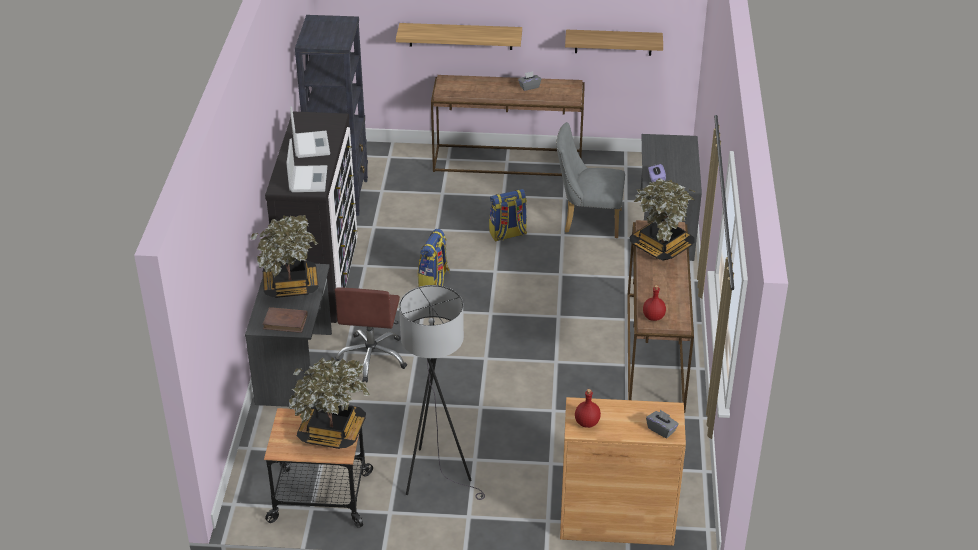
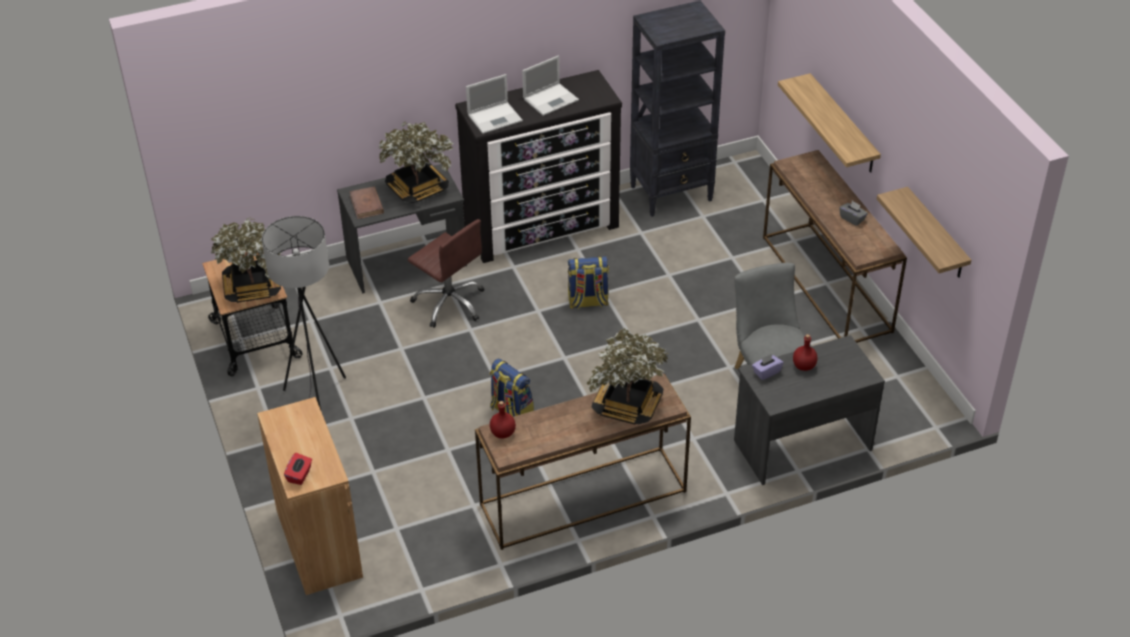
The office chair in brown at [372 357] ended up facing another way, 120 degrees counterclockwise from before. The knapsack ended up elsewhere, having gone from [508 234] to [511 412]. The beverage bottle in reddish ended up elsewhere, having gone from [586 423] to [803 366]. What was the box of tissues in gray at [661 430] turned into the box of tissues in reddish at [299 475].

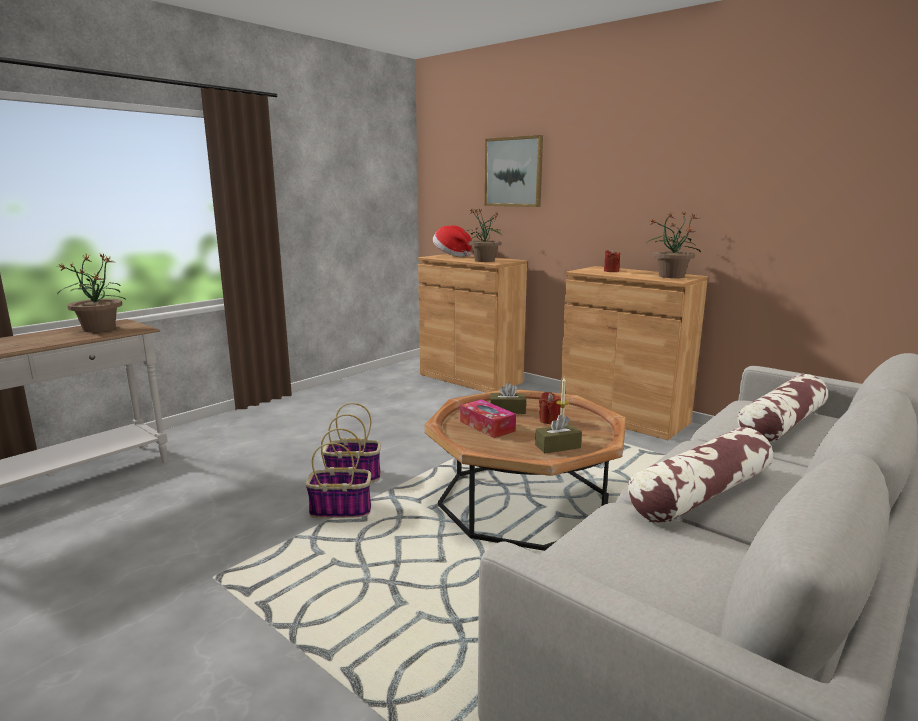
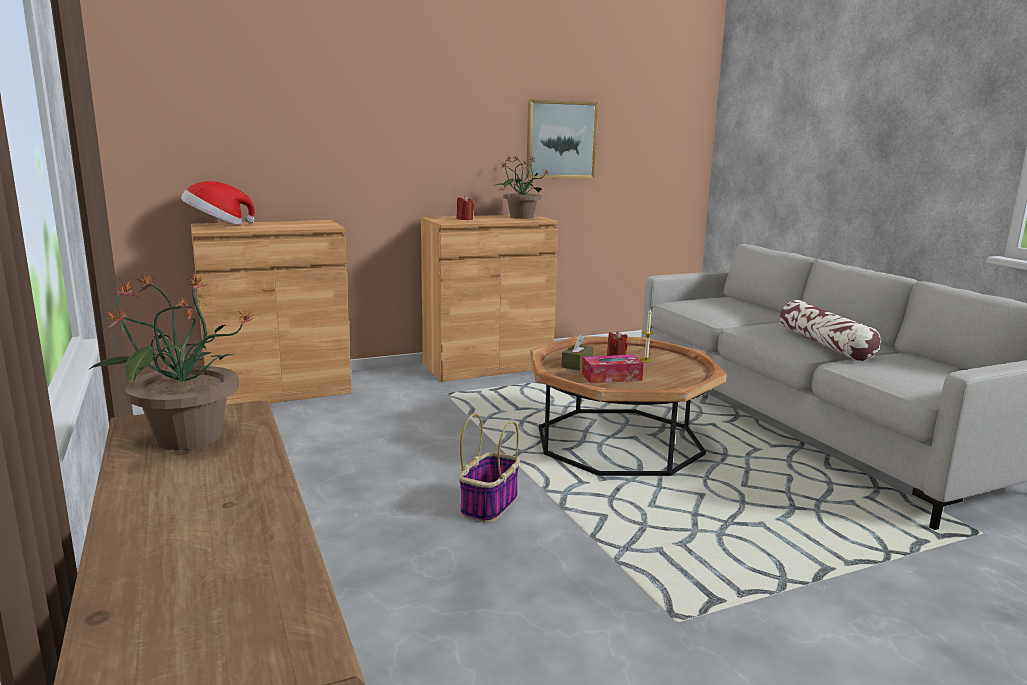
The second view lost the household basket at [342 509]. The second view lost the houseplant at [484 261]. The wall art ended up elsewhere, having gone from [514 172] to [560 140]. The second view lost the box of tissues in brown at [557 446]. The second view lost the throw pillow at [782 424].

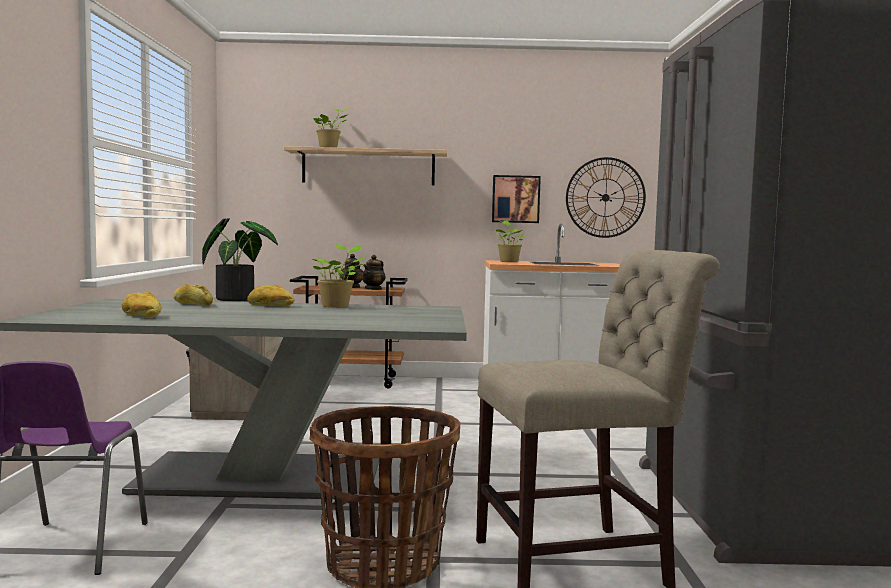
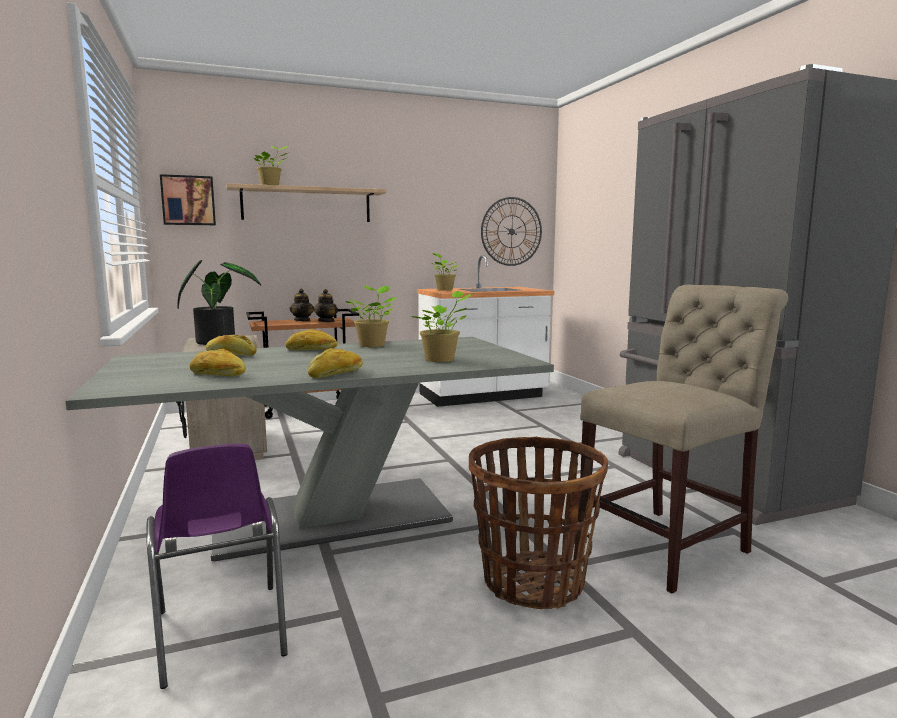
The wall art ended up elsewhere, having gone from [515 199] to [188 200]. The second view gained the baked bread at [336 374]. The second view gained the houseplant at [442 360].

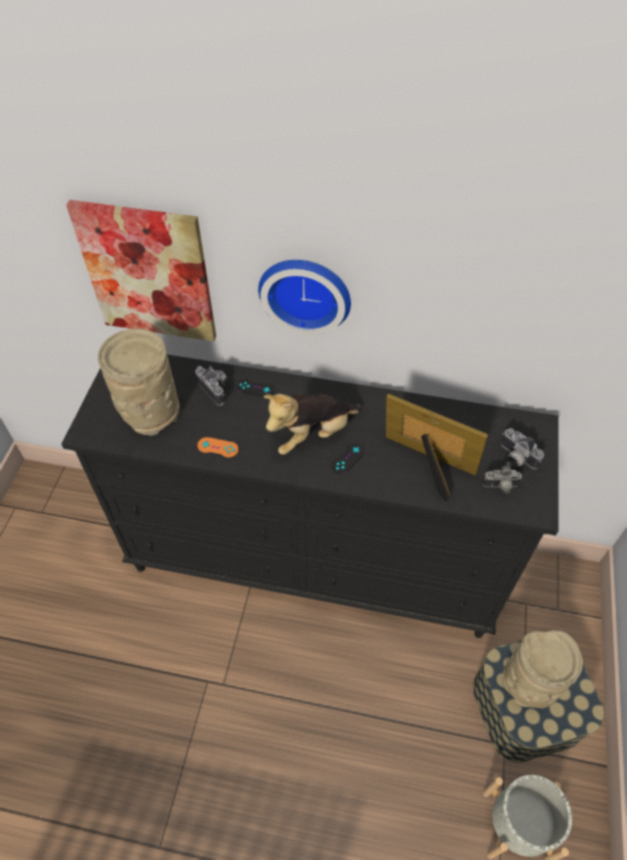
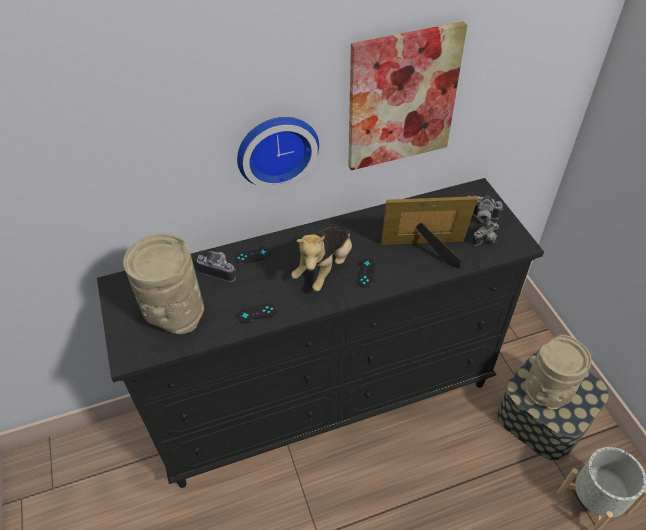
The wall art ended up elsewhere, having gone from [148 272] to [402 98]. What was the gamepad in orange at [218 447] turned into the gamepad in black-coloured at [257 313].

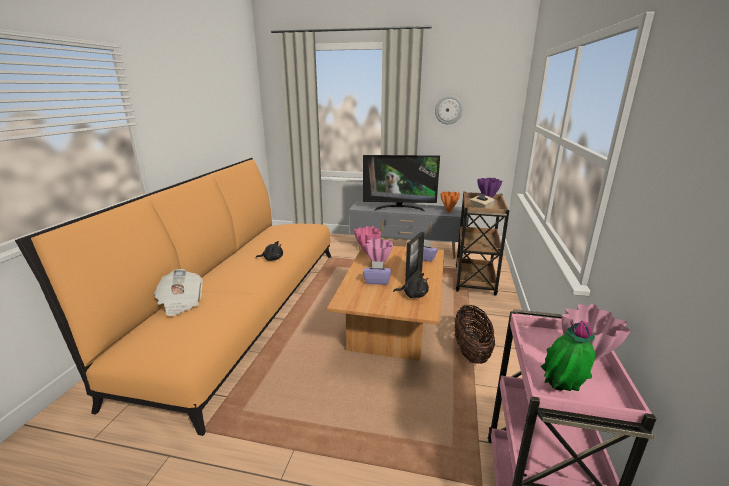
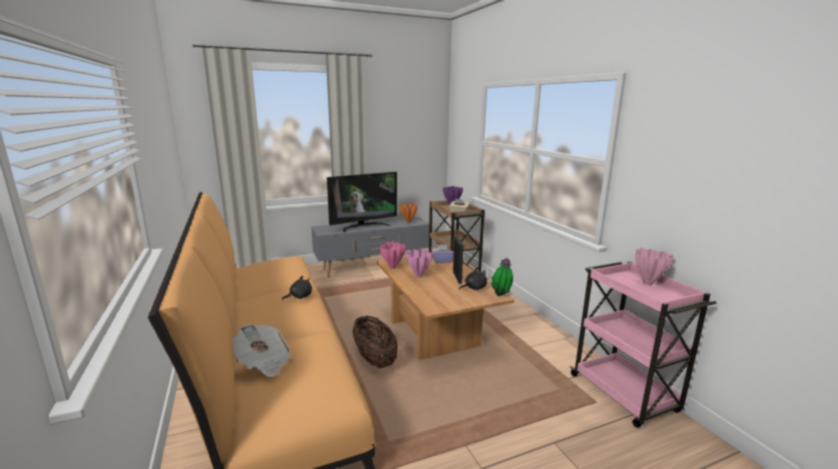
The second view lost the box of tissues in purplish at [377 281]. The second view lost the wall clock at [448 110]. The household basket ended up elsewhere, having gone from [471 351] to [374 359]. The houseplant ended up elsewhere, having gone from [561 391] to [501 296].

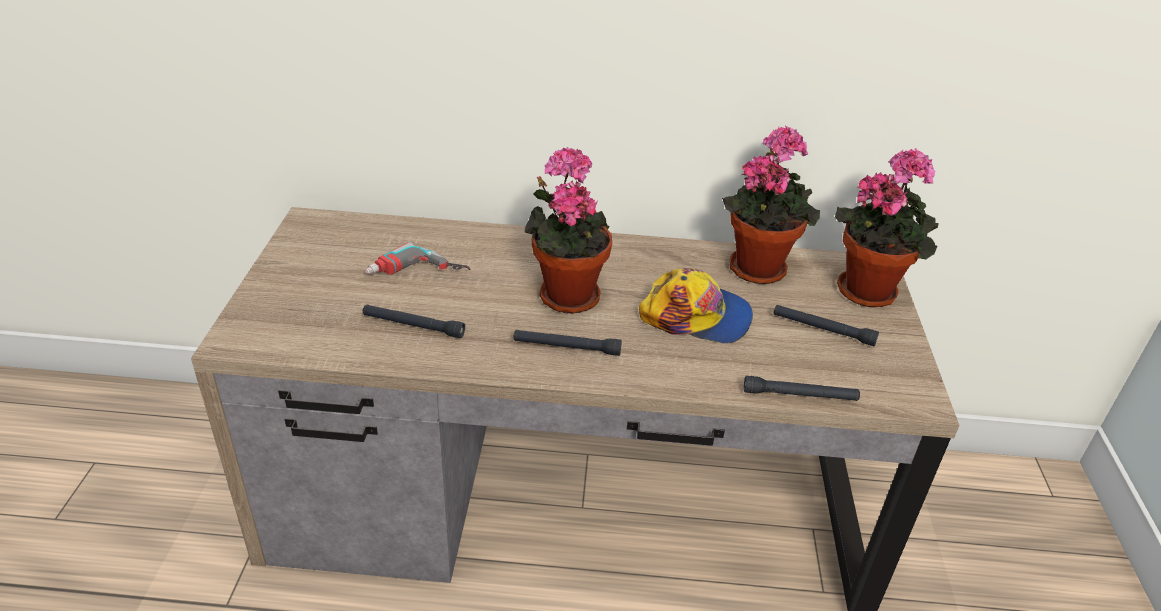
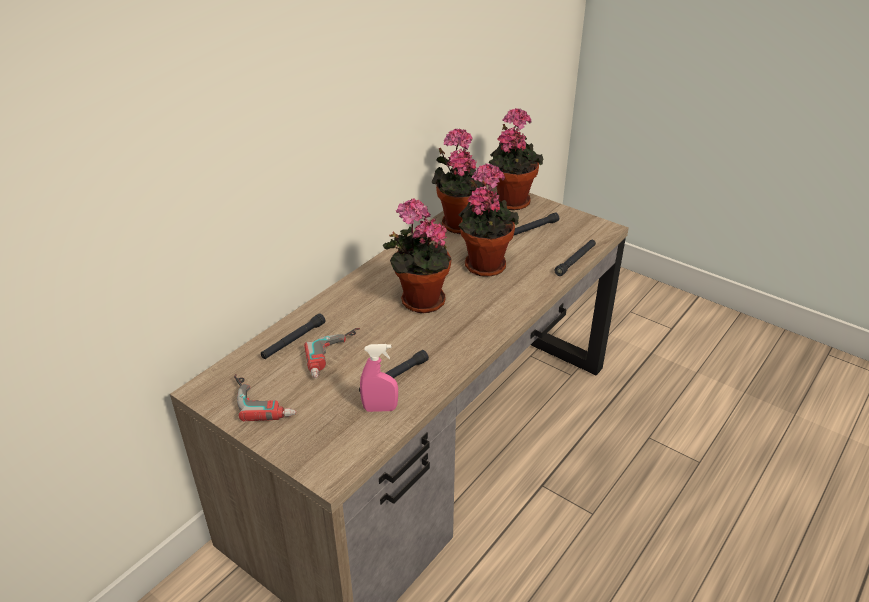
The hand torch in black-coloured ended up elsewhere, having gone from [566 347] to [293 341]. Where the peaked cap stood at [696 316], the houseplant came to stand at [484 263]. The second view gained the drill at [265 399]. The second view gained the spray bottle in pink-coloured at [380 408].

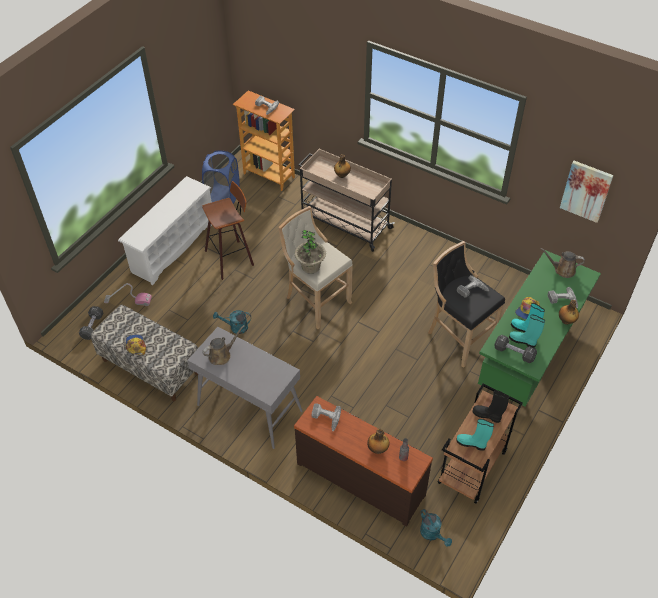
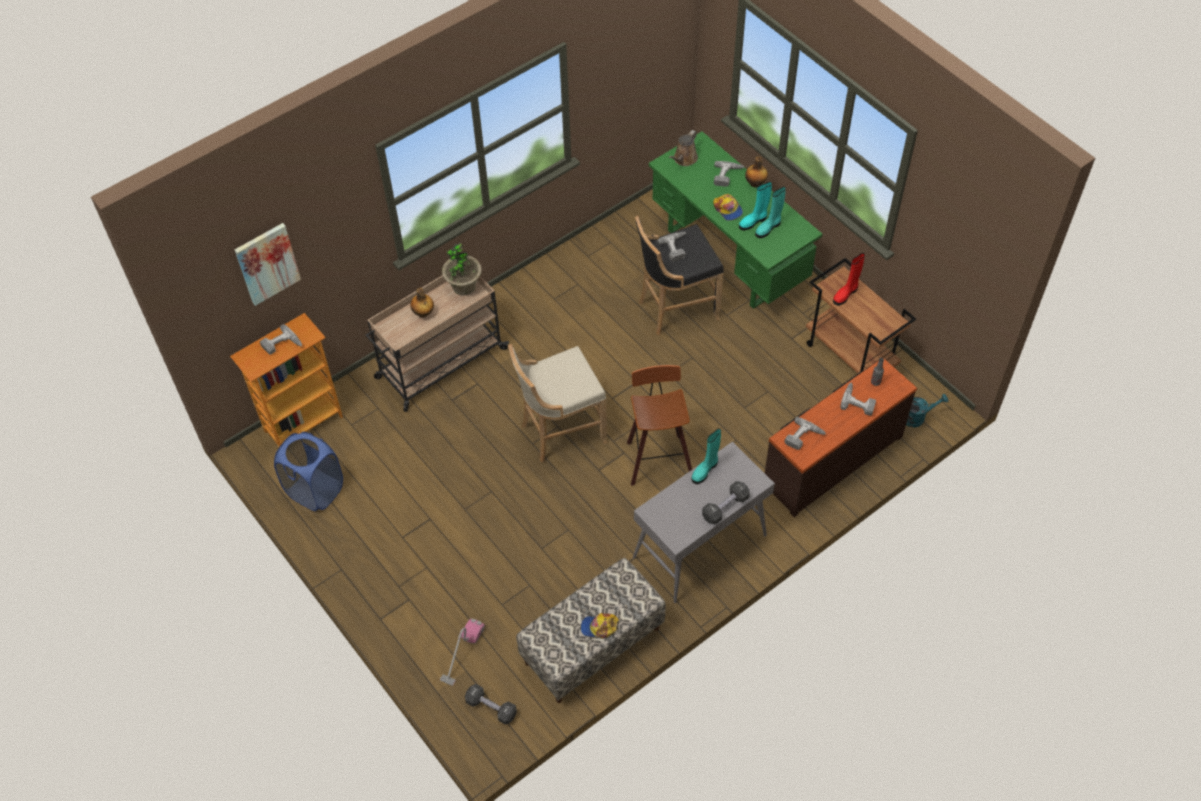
The second view lost the shoe stand in white-coloured at [172 247]. The stool ended up elsewhere, having gone from [231 258] to [657 458]. The second view lost the sprinkling can in brown at [221 355]. The second view lost the sprinkling can in turquoise-coloured at [235 327]. The houseplant ended up elsewhere, having gone from [310 267] to [464 286]. Where the beverage bottle stood at [378 449], the drill came to stand at [858 401]. The high-top boot in turquoise-coloured ended up elsewhere, having gone from [472 443] to [705 470]. What was the high-top boot in black-coloured at [487 415] turned into the high-top boot in reddish at [846 294]. The hand weight in black-coloured ended up elsewhere, having gone from [514 353] to [725 507]. The wall art ended up elsewhere, having gone from [586 191] to [267 263].

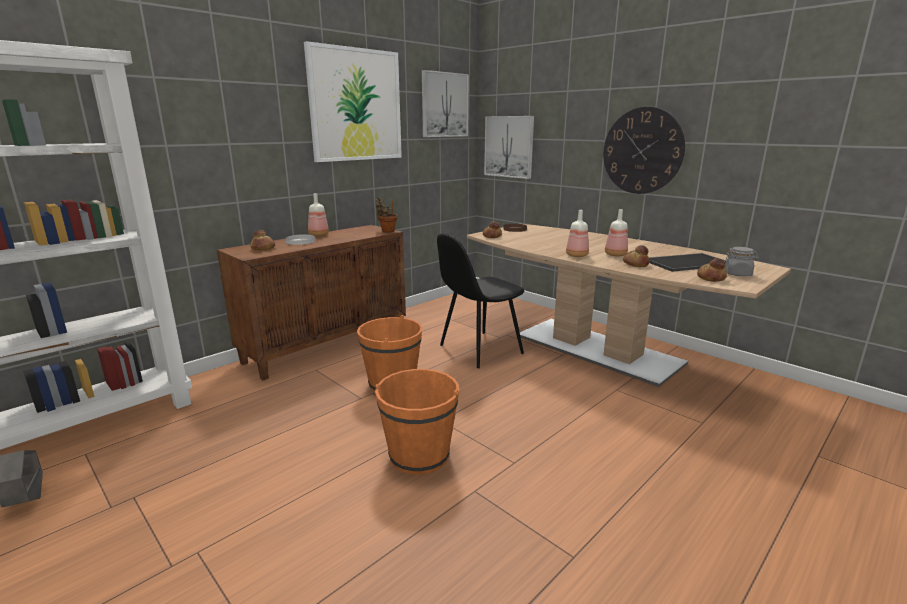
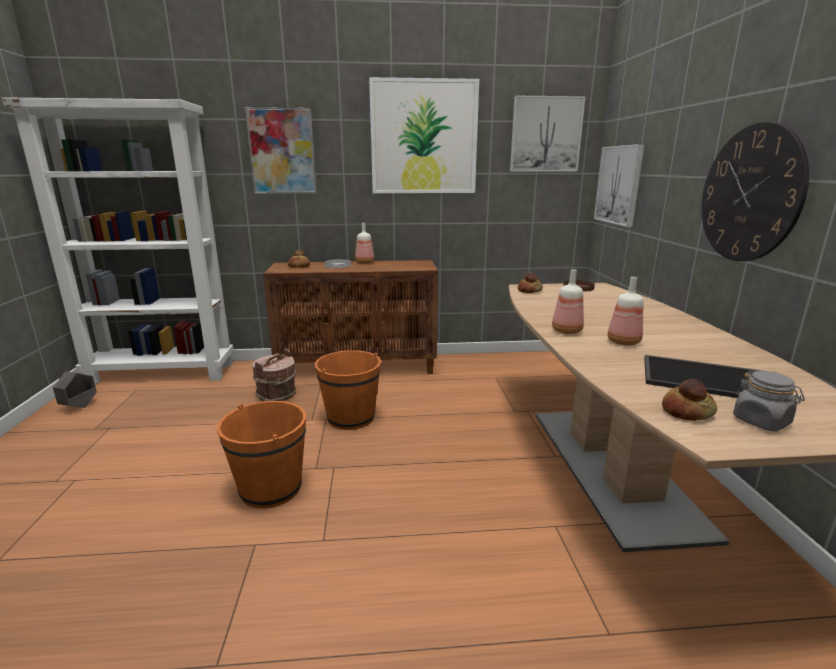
The second view lost the houseplant at [386 231]. The second view lost the plain chair in black-coloured at [479 350]. The second view lost the baked bread at [636 264]. The second view gained the wall art at [282 151]. The second view gained the water bucket in brown at [277 395].

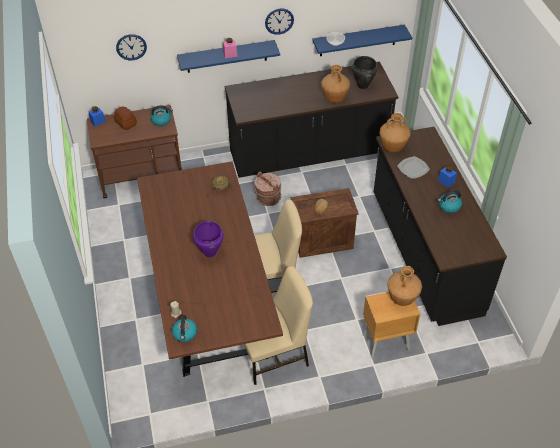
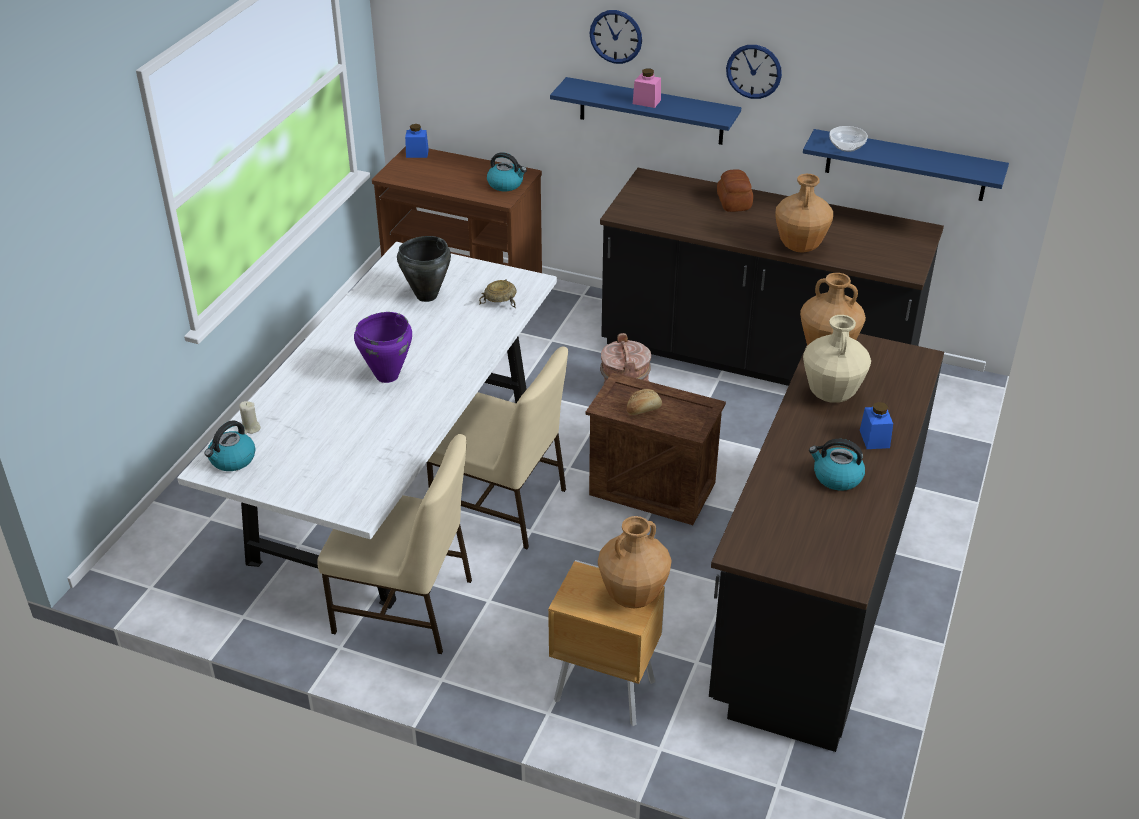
The baked bread ended up elsewhere, having gone from [125 123] to [733 202]. The wall clock ended up elsewhere, having gone from [131 47] to [616 36]. What was the dining table in brown at [209 296] turned into the dining table in white-coloured at [395 478]. The cooking pot in black-coloured ended up elsewhere, having gone from [362 85] to [426 296]. Where the plate stood at [413 168], the decorative vase in beige came to stand at [831 394].

